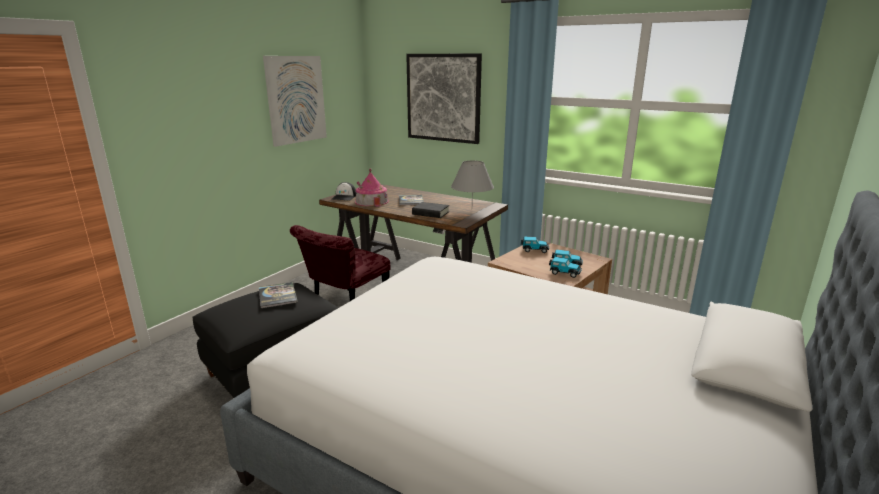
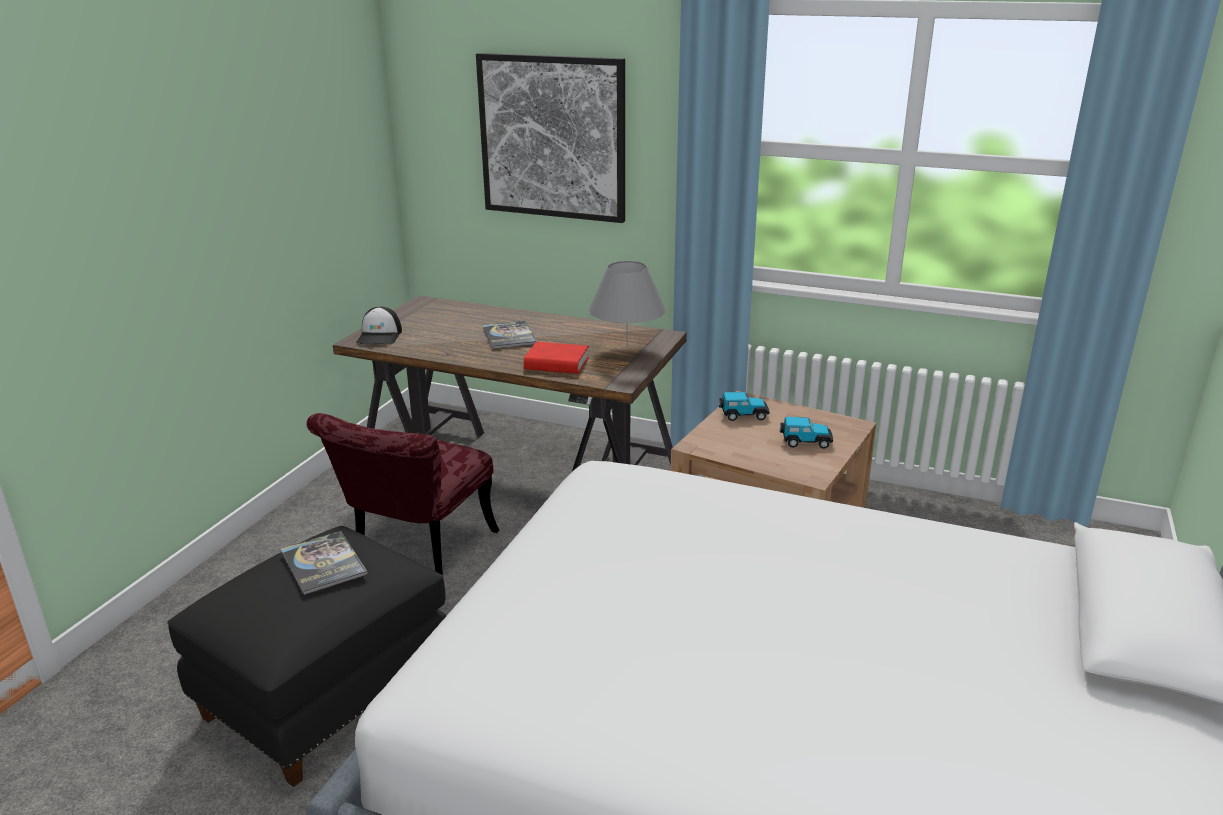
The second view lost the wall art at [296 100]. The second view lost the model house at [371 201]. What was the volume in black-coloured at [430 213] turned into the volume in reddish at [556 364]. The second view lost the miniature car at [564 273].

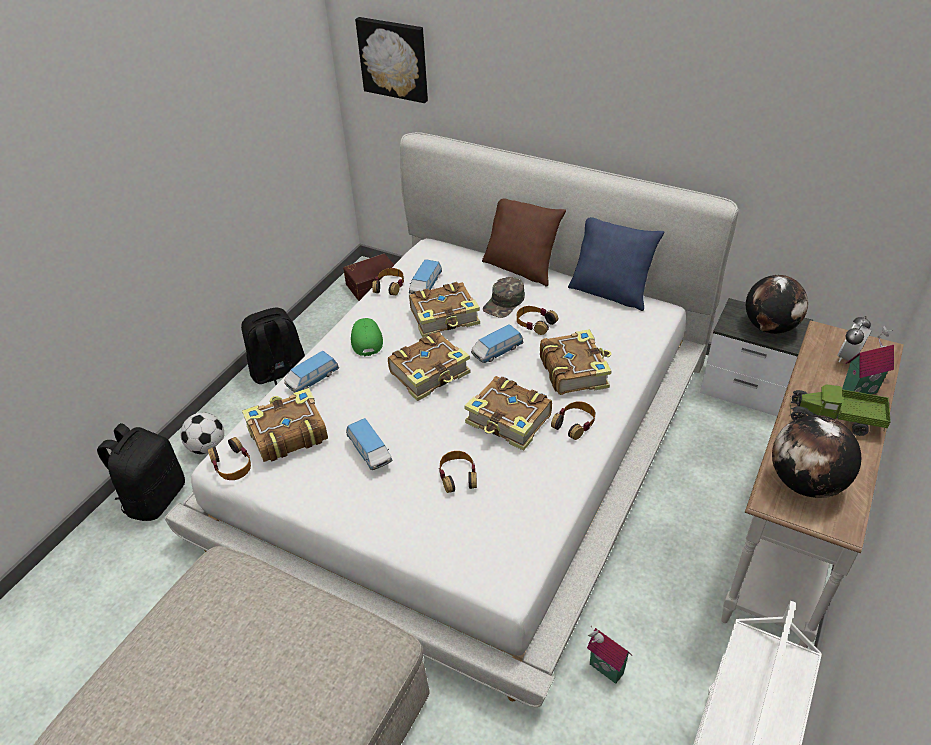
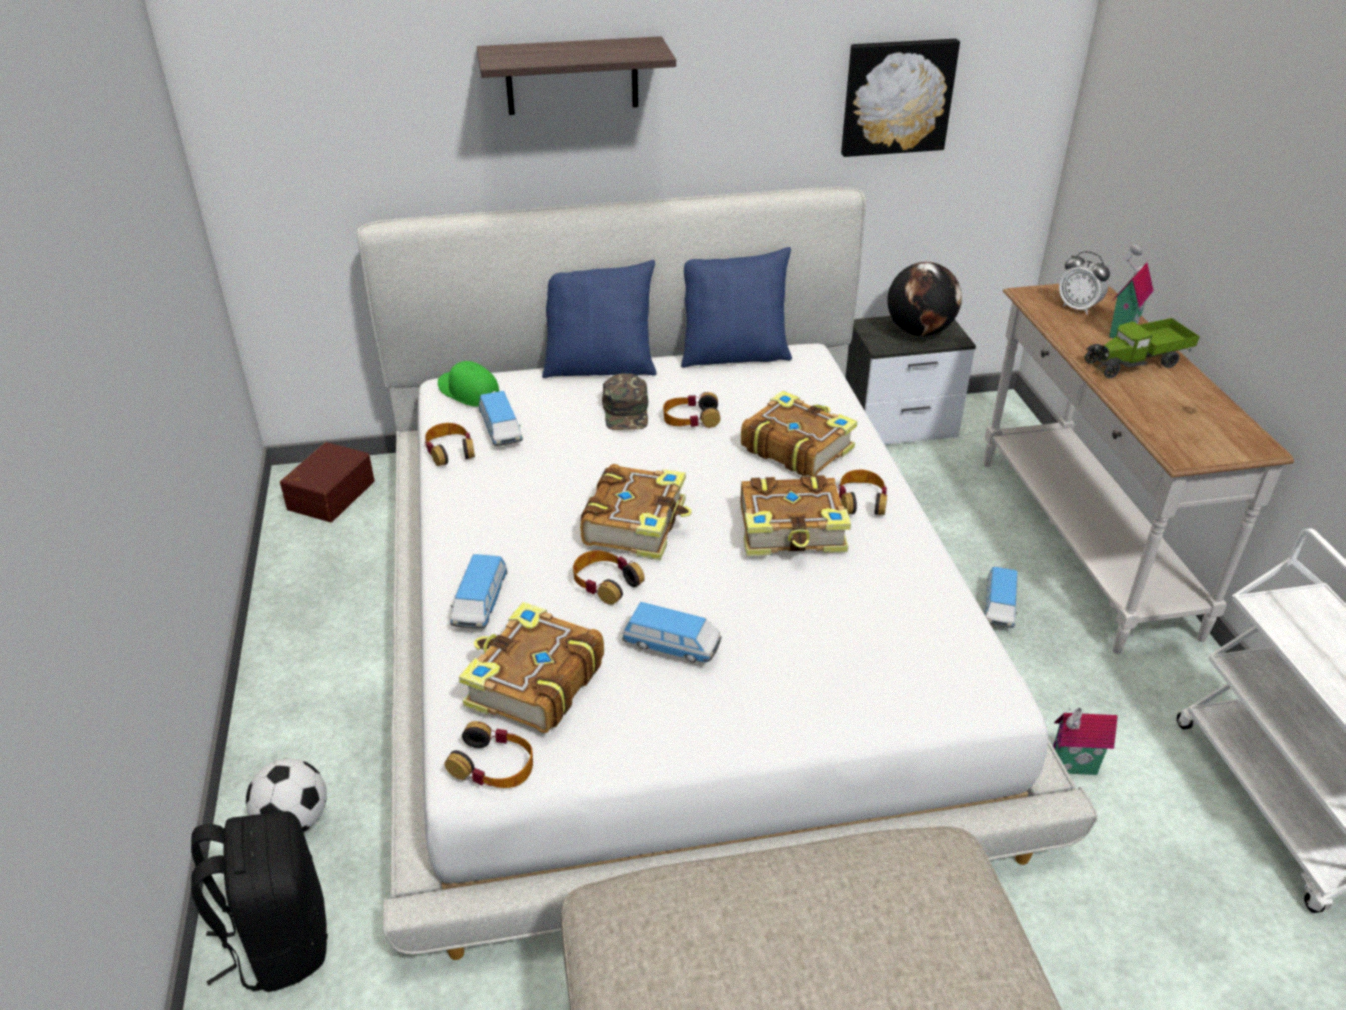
The second view lost the knapsack in black-coloured at [279 374]. The peaked cap in greenish ended up elsewhere, having gone from [366 339] to [468 391]. The wall art ended up elsewhere, having gone from [394 59] to [897 96]. The second view lost the volume at [445 318]. The headset ended up elsewhere, having gone from [458 476] to [605 582]. The miniature car ended up elsewhere, having gone from [497 351] to [999 607]. What was the throw pillow in brown at [521 268] turned into the throw pillow in bluish at [600 367]. The second view lost the globe at [805 483]. The alarm clock at [848 358] ended up facing another way, 45 degrees counterclockwise from before. The second view gained the bracket shelf at [572 76].

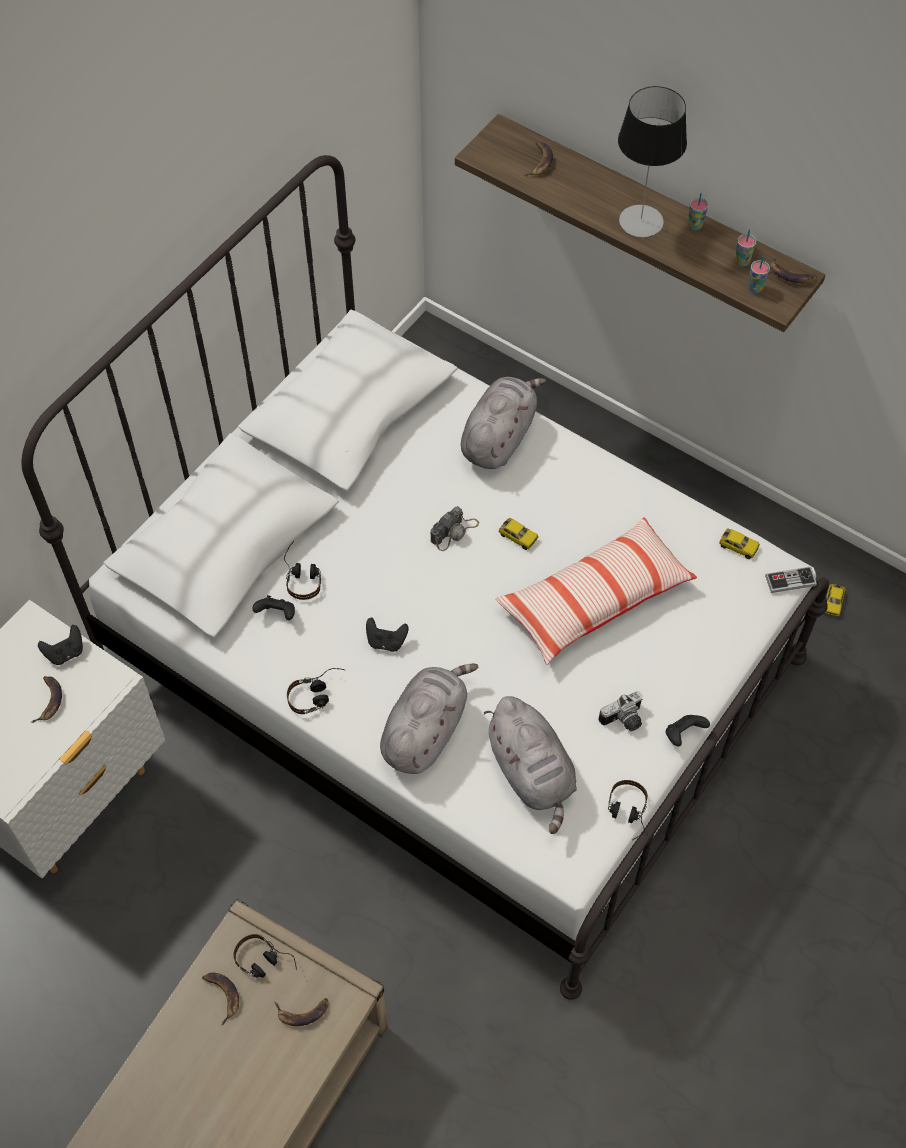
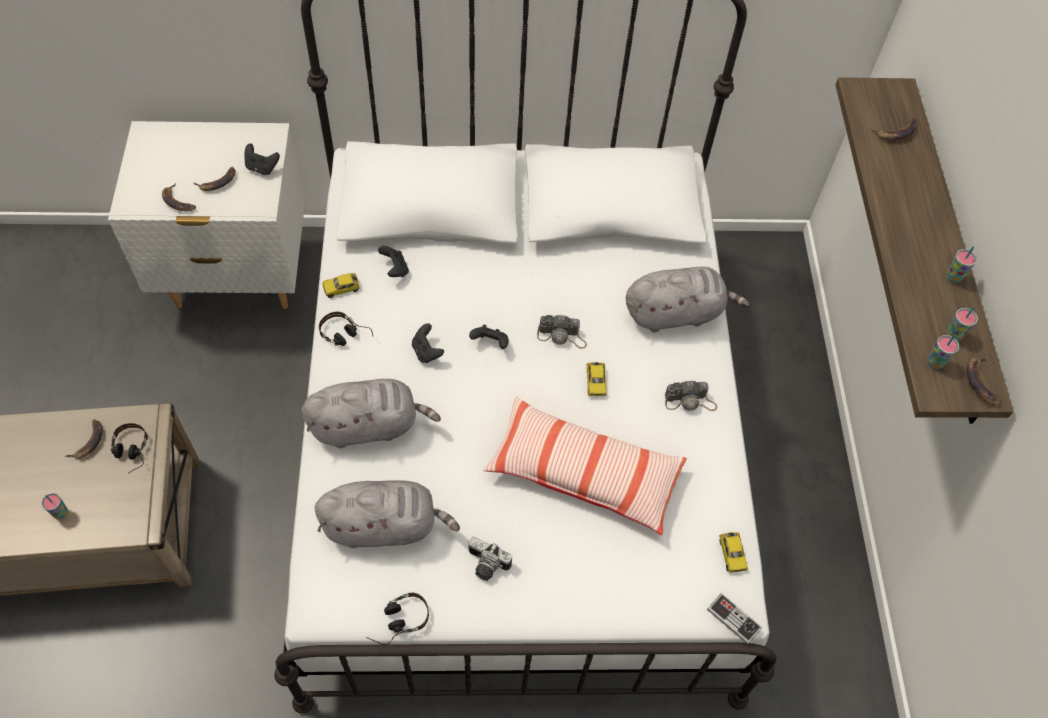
The whole banana ended up elsewhere, having gone from [303 1012] to [178 201]. The second view lost the headset at [303 575]. The cuddly toy in gray at [532 773] ended up facing another way, 120 degrees counterclockwise from before. The second view lost the tabletop lamp at [641 221]. The gamepad in black-coloured ended up elsewhere, having gone from [683 734] to [490 343]. The miniature car ended up elsewhere, having gone from [833 603] to [341 288]. The second view gained the cup at [61 513]. The second view gained the photo camera at [690 401].

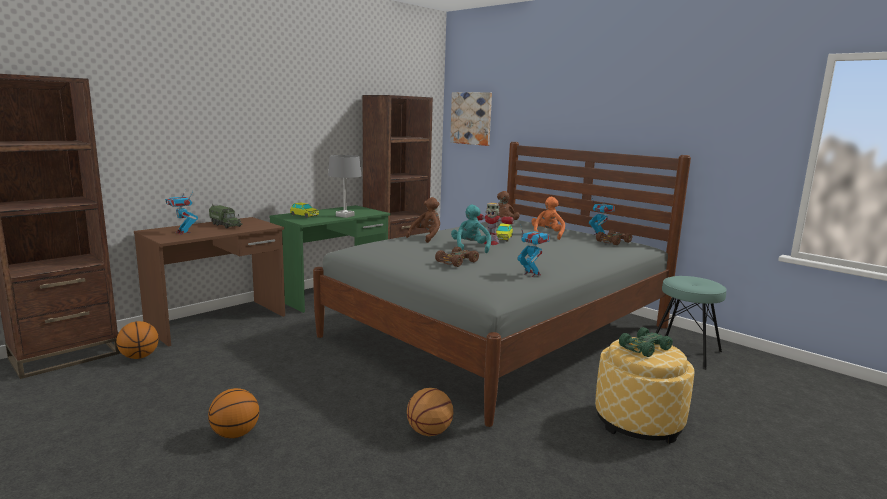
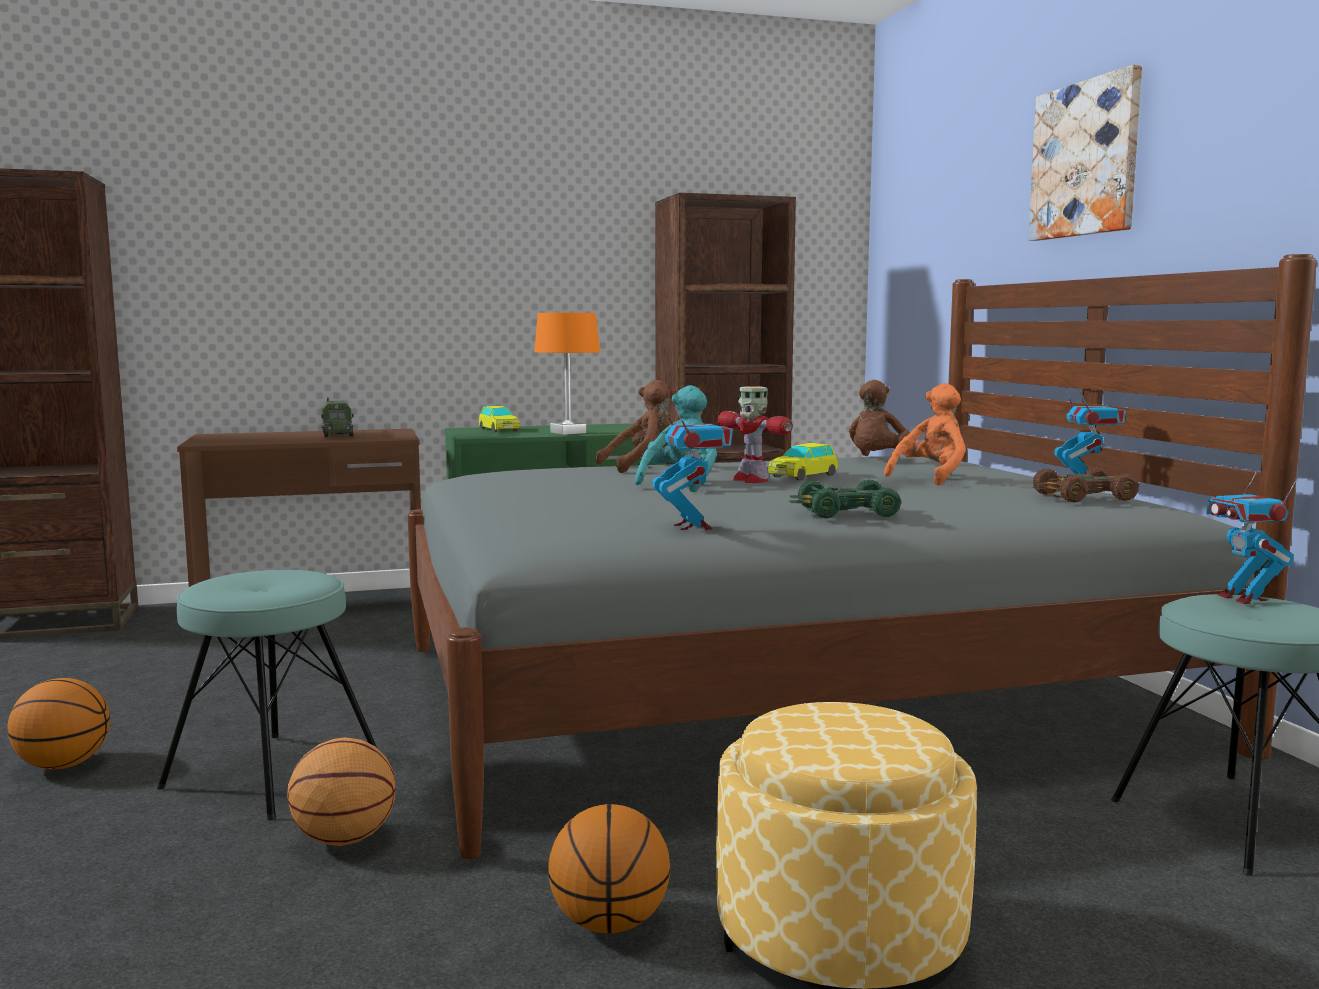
The basketball ended up elsewhere, having gone from [139 357] to [609 924]. The toy robot ended up elsewhere, having gone from [183 233] to [1243 598]. What was the tabletop lamp in gray at [344 216] turned into the tabletop lamp in orange at [568 433]. The second view lost the miniature car in brown at [456 262]. The wall art ended up elsewhere, having gone from [471 118] to [1086 159]. The miniature car in greenish ended up elsewhere, having gone from [644 348] to [846 512]. The second view gained the stool in turquoise-coloured at [273 774].

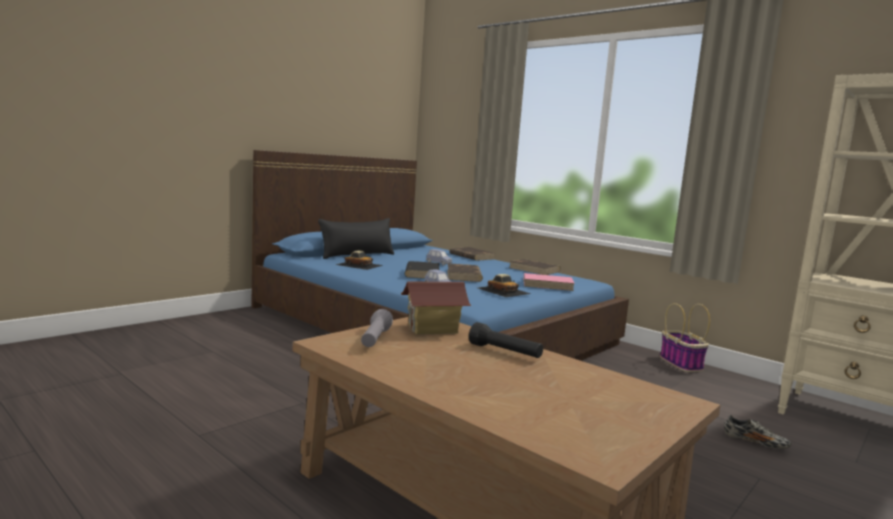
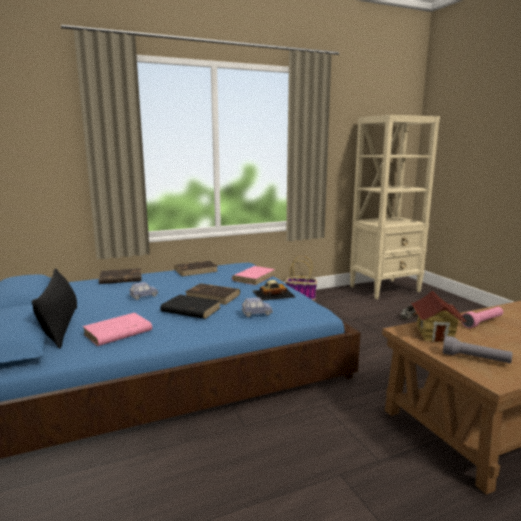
Where the miniature car stood at [359 265], the volume in pink-coloured came to stand at [117 333]. What was the hand torch in black-coloured at [505 352] turned into the hand torch in pink-coloured at [482 322].

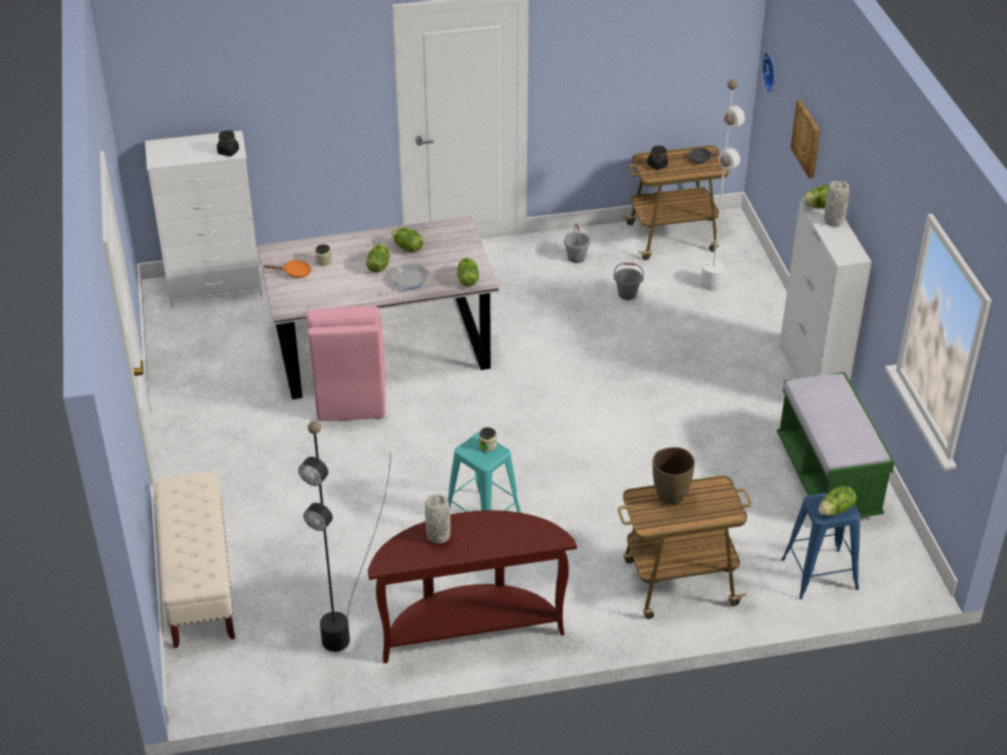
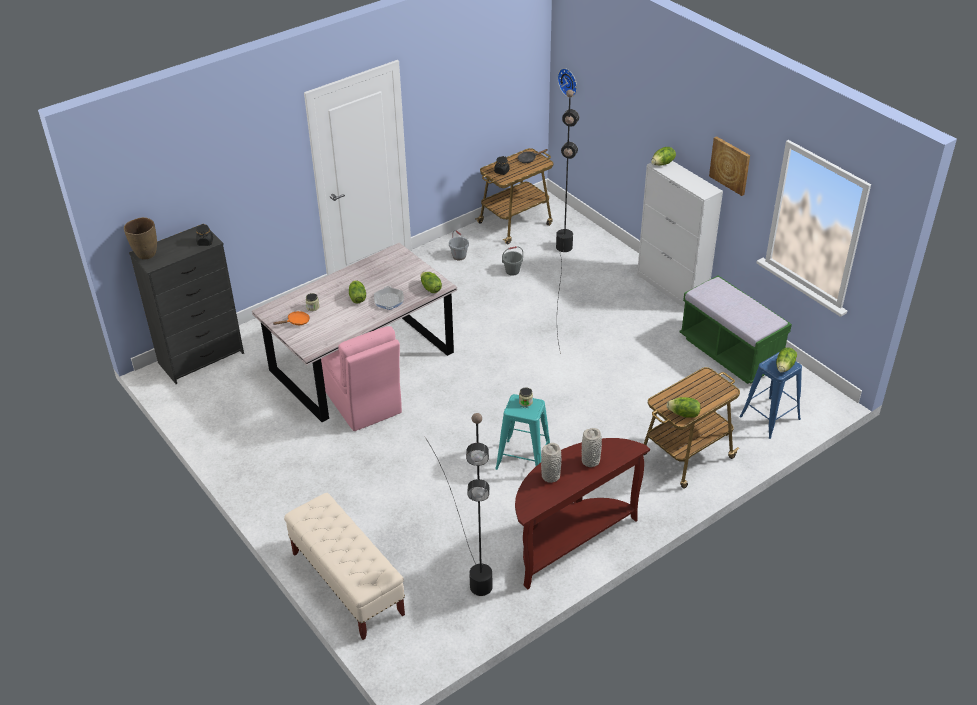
What was the dresser in white-coloured at [216 287] turned into the dresser in black-coloured at [202 358]. The lettuce head ended up elsewhere, having gone from [407 248] to [683 414]. What was the standard lamp in white-coloured at [684 316] turned into the standard lamp in black-coloured at [561 275]. The decorative vase in brown ended up elsewhere, having gone from [670 496] to [146 254]. The wall art ended up elsewhere, having gone from [807 138] to [730 165]. The decorative vase in gray ended up elsewhere, having gone from [834 221] to [590 460].

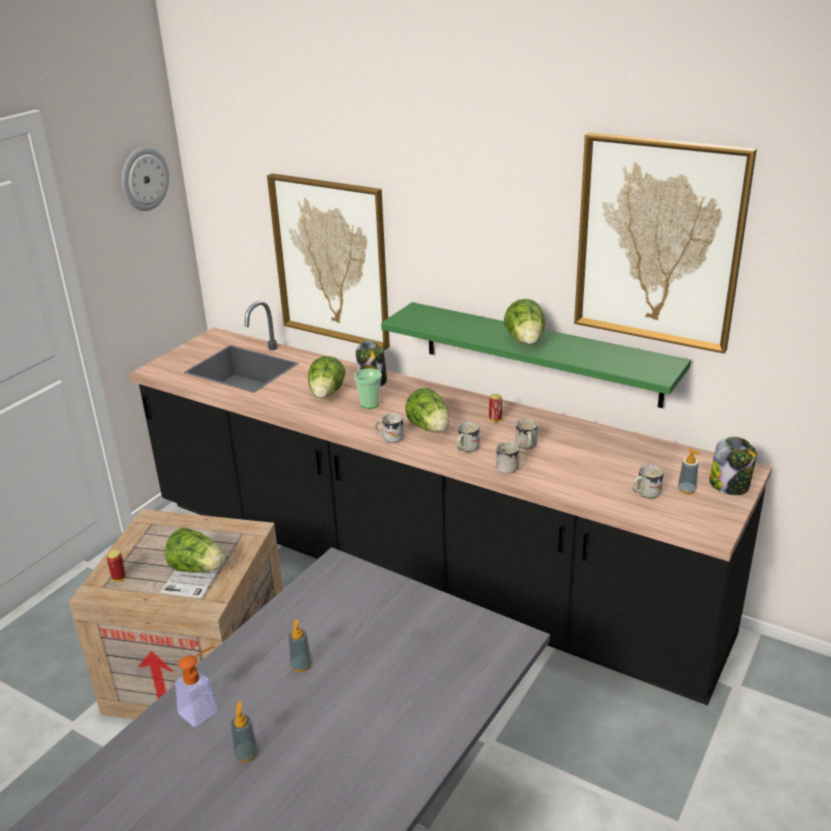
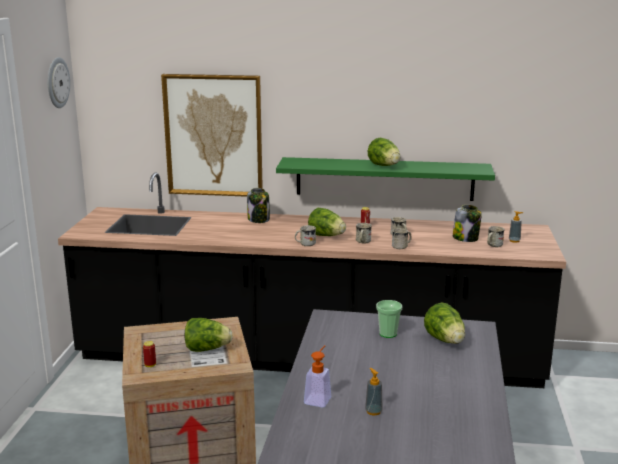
The second view lost the soap dispenser at [301 665]. The lettuce head ended up elsewhere, having gone from [326 394] to [445 340]. The cup ended up elsewhere, having gone from [369 404] to [388 334]. The second view lost the wall art at [658 242]. The jar ended up elsewhere, having gone from [730 485] to [466 238].

